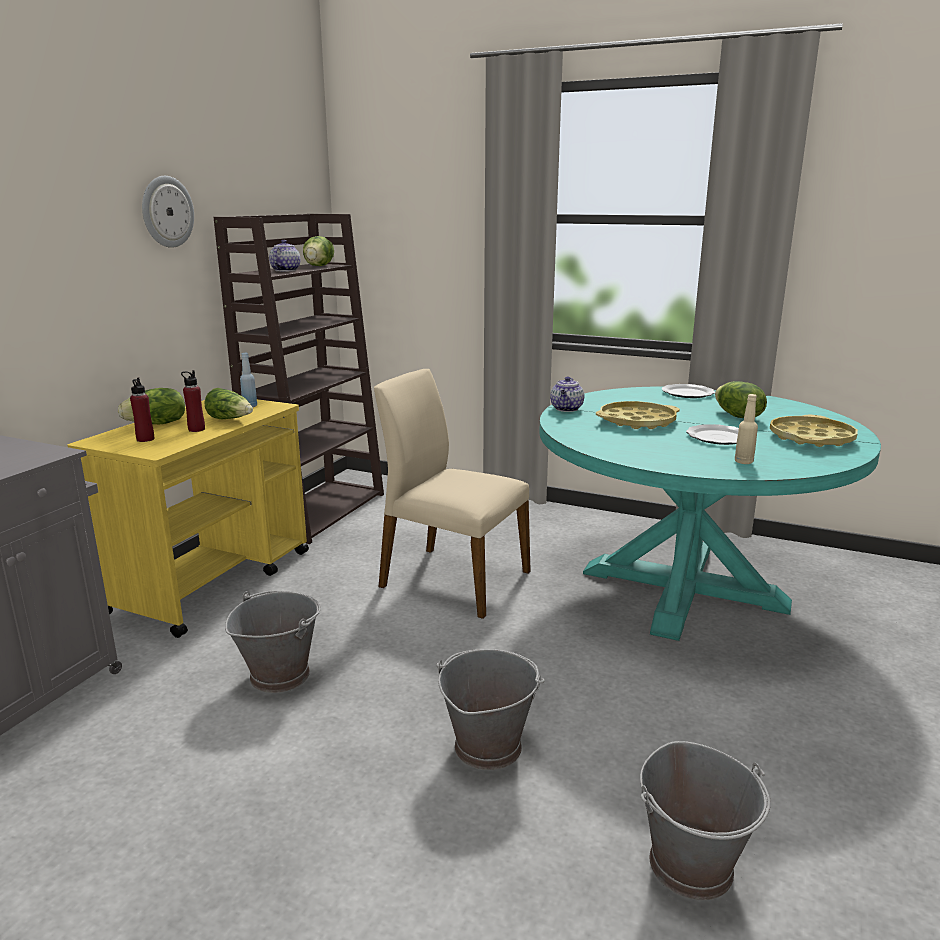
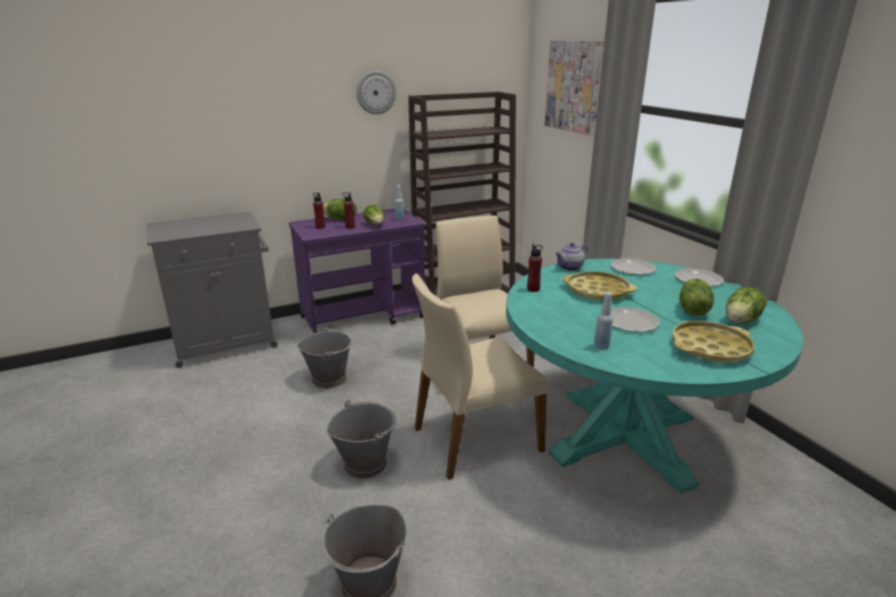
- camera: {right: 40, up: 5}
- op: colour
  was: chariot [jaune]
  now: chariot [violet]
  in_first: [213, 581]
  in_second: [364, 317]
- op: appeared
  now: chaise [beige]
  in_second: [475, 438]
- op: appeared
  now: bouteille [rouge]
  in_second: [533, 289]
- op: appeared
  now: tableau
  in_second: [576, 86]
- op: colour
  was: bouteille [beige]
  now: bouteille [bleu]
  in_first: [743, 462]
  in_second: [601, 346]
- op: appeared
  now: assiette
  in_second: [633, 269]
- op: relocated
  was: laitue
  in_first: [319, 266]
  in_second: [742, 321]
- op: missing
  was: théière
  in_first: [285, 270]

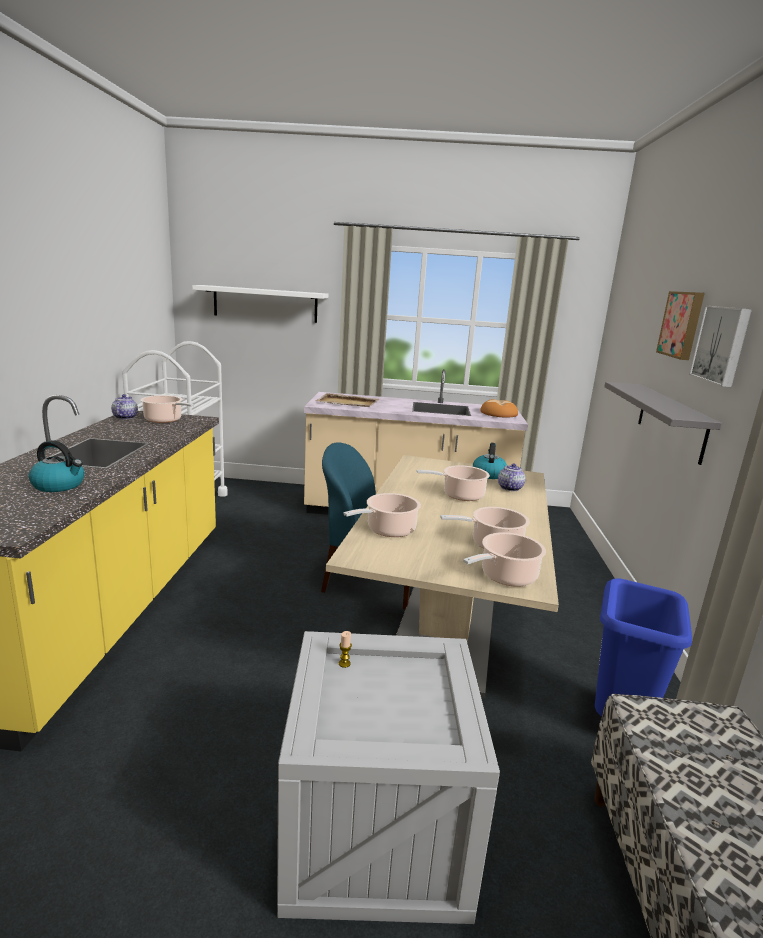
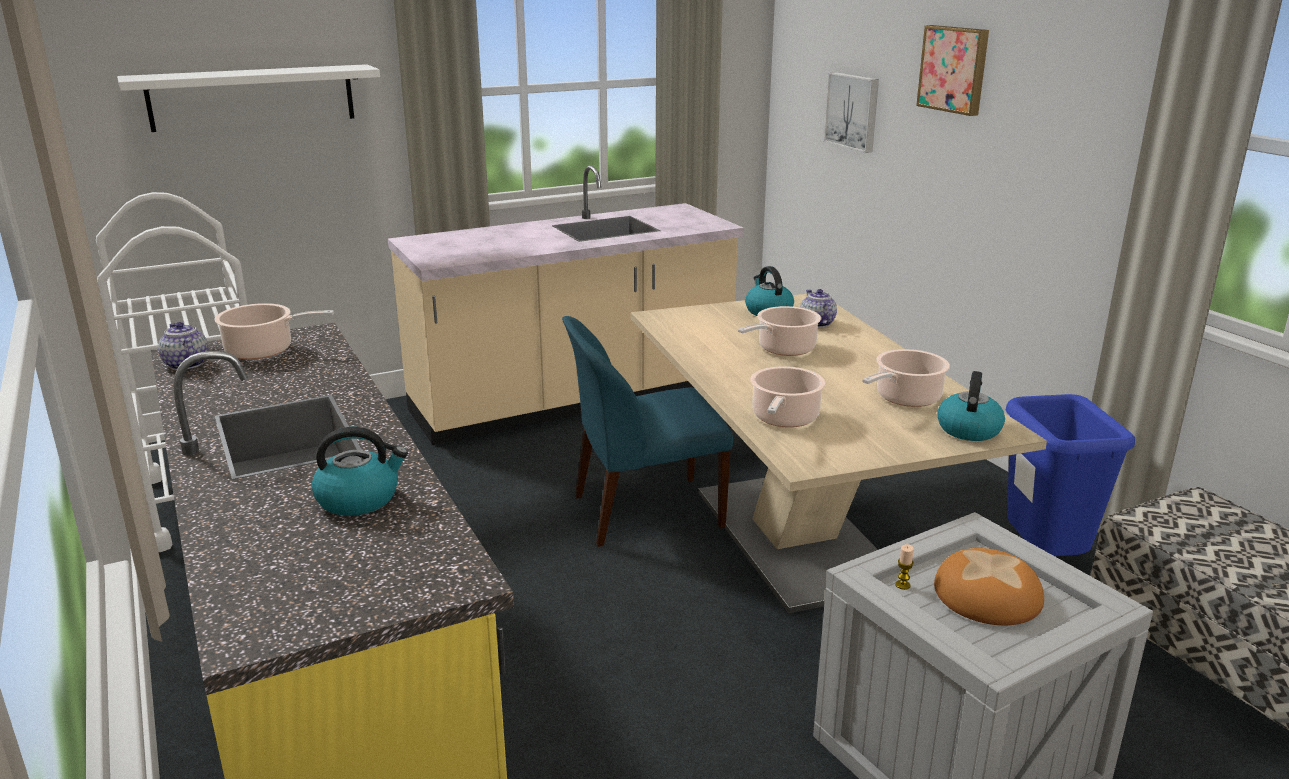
- camera: {right: -30, up: 5}
- op: relocated
  was: tableau
  in_first: [722, 345]
  in_second: [853, 111]
- op: relocated
  was: pain
  in_first: [498, 414]
  in_second: [988, 596]
- op: exchanged
  was: marmite
  now: bouilloire
  in_first: [506, 576]
  in_second: [968, 429]
- op: missing
  was: plateau [beige]
  in_first: [348, 402]
- op: missing
  was: étagère [gris]
  in_first: [671, 421]

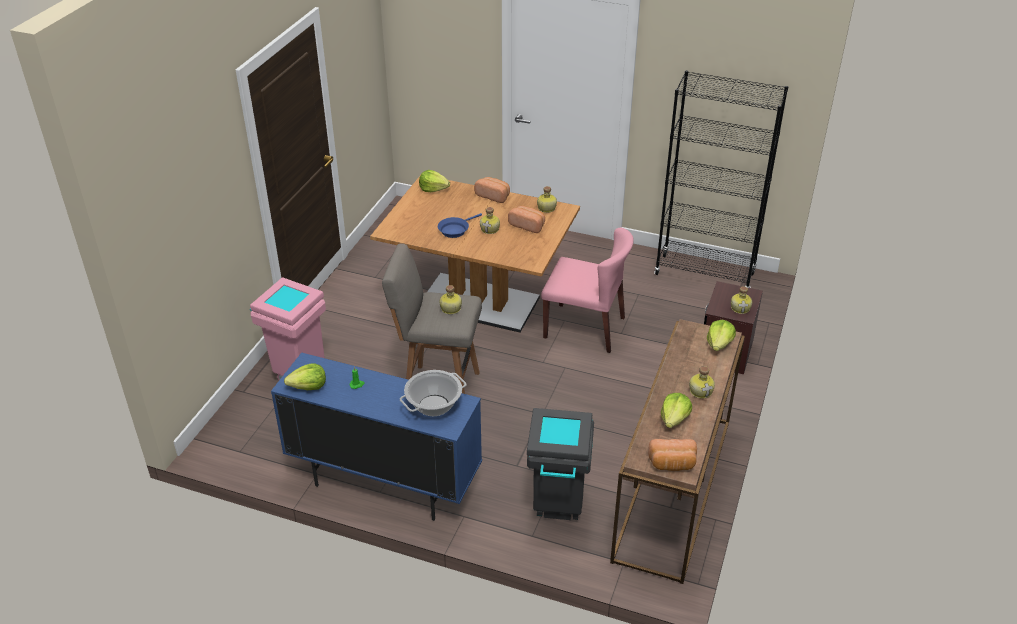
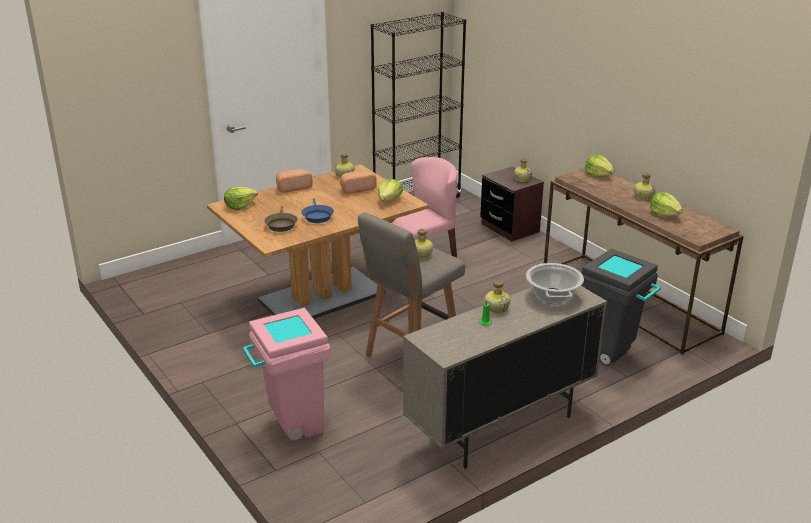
- camera: {right: -55, up: -10}
- op: appeared
  now: poêle [marron]
  in_second: [281, 224]
- op: relocated
  was: laitue
  in_first: [308, 387]
  in_second: [389, 200]
- op: colour
  was: meuble de rangement [bleu]
  now: meuble de rangement [beige]
  in_first: [384, 484]
  in_second: [500, 427]
- op: relocated
  was: bouteille
  in_first: [490, 229]
  in_second: [497, 308]
- op: missing
  was: pain
  in_first: [672, 464]

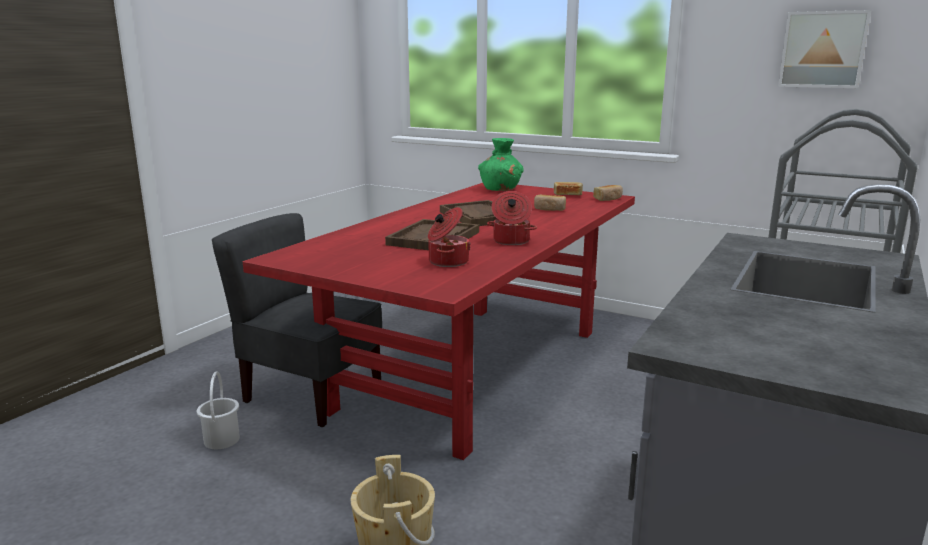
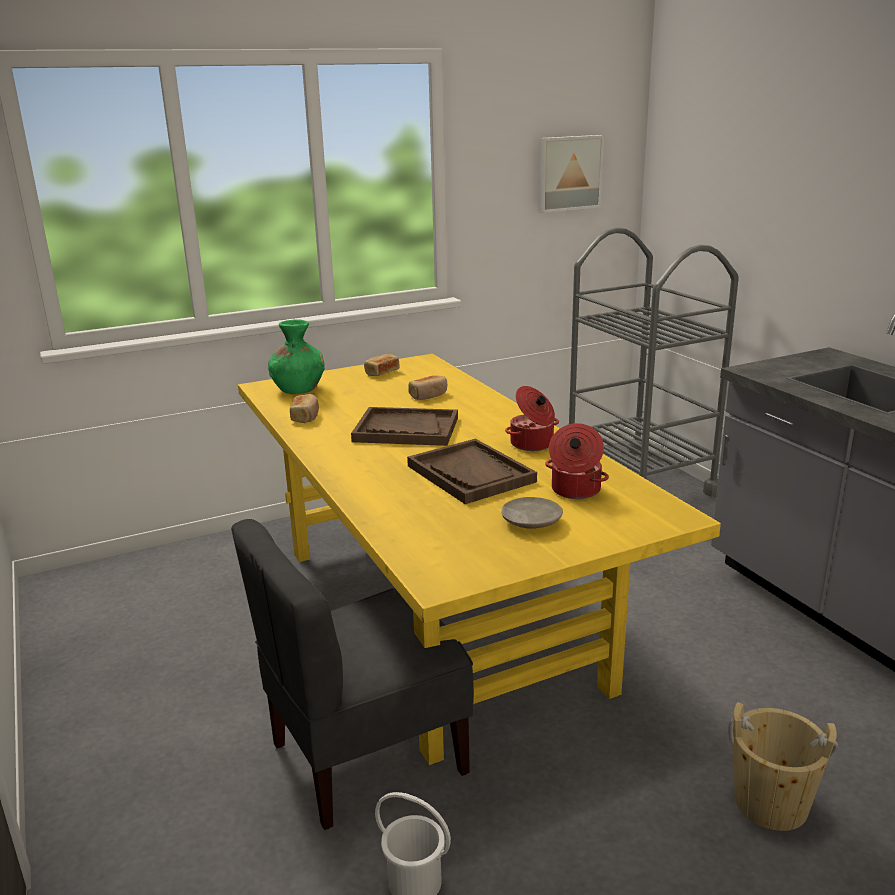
- camera: {right: -55, up: 5}
- op: colour
  was: table à manger [rouge]
  now: table à manger [jaune]
  in_first: [474, 367]
  in_second: [433, 613]
- op: relocated
  was: pain
  in_first: [608, 199]
  in_second: [306, 417]
- op: appeared
  now: assiette [beige]
  in_second: [531, 521]

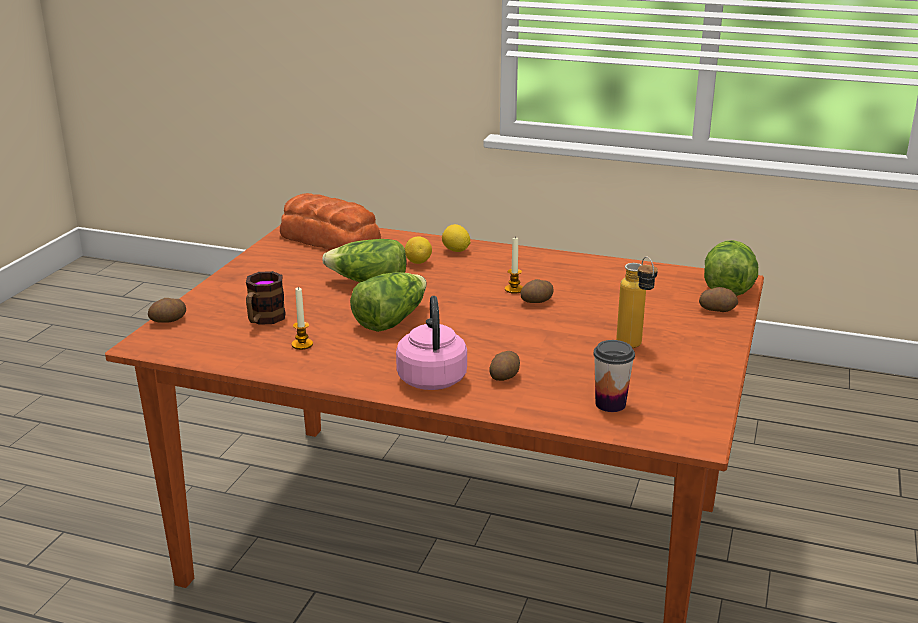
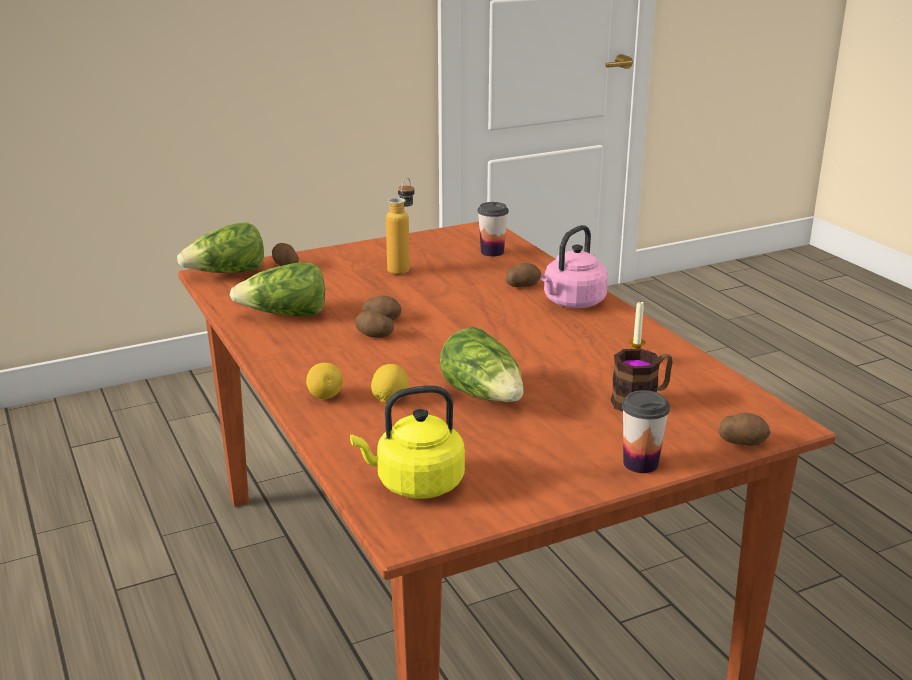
- camera: {right: -135, up: 0}
- op: relocated
  was: laitue
  in_first: [390, 320]
  in_second: [285, 315]
- op: exchanged
  was: pain
  now: bouilloire [jaune]
  in_first: [329, 239]
  in_second: [415, 484]
- op: exchanged
  was: bougie
  now: pomme de terre
  in_first: [514, 289]
  in_second: [374, 335]
- op: appeared
  now: tasse
  in_second: [640, 463]

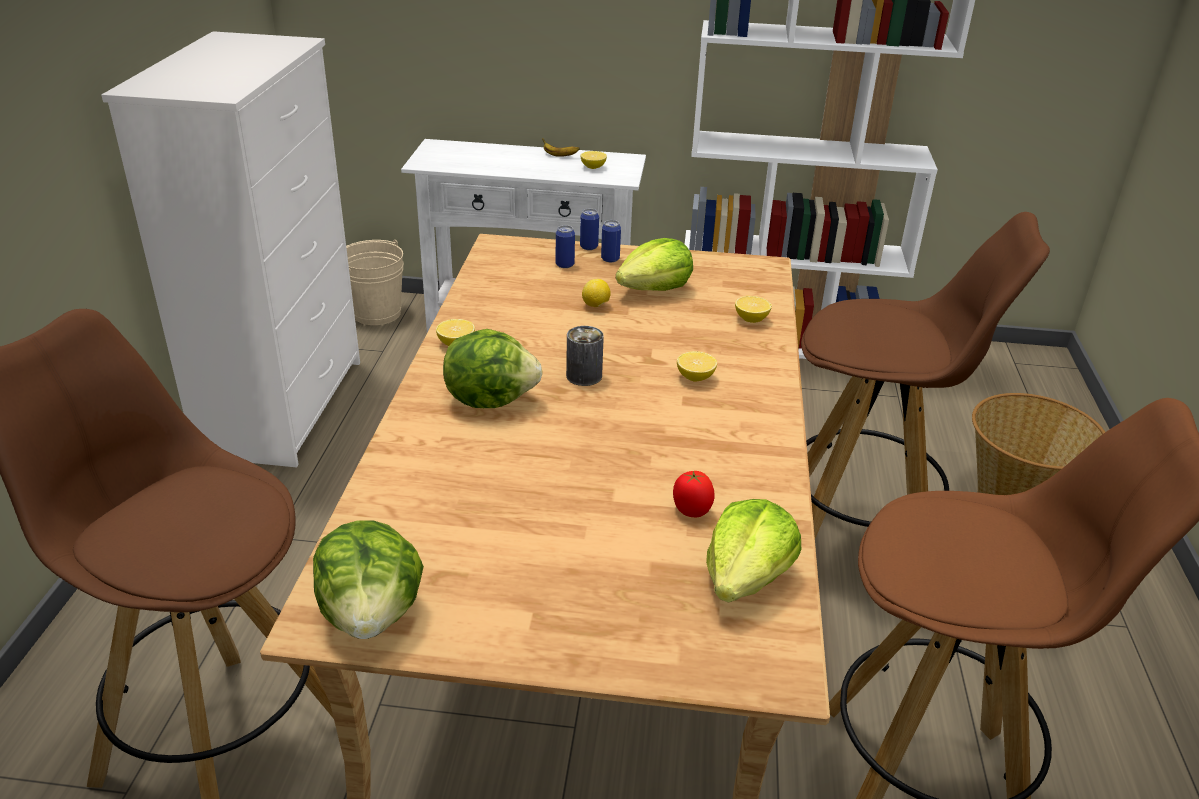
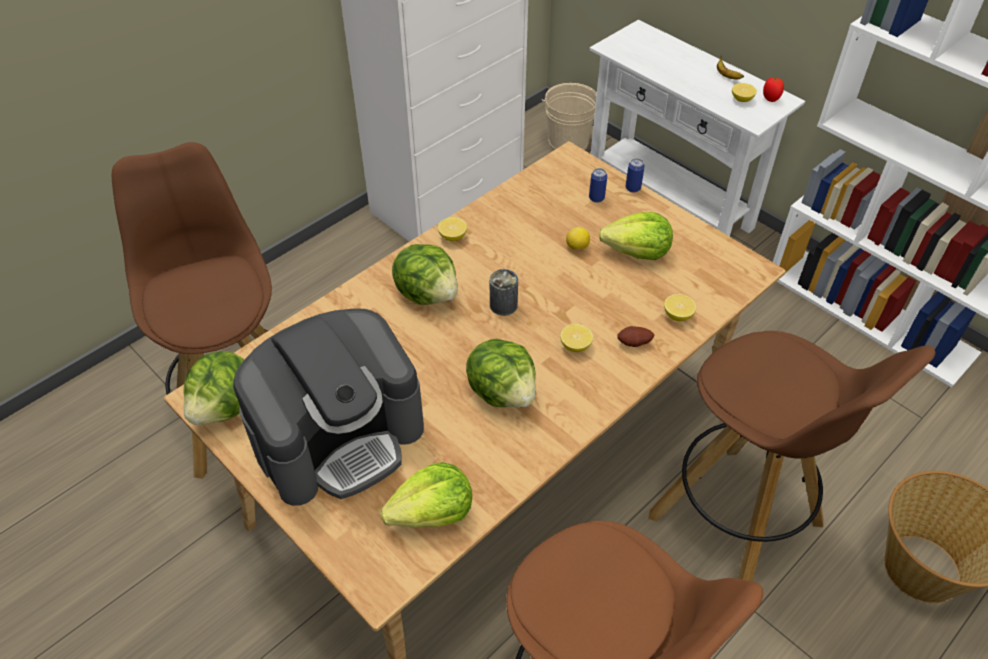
- camera: {right: 40, up: 15}
- op: appeared
  now: machine à café
  in_second: [339, 436]
- op: appeared
  now: laitue
  in_second: [503, 392]
- op: appeared
  now: pomme de terre
  in_second: [634, 344]
- op: relocated
  was: tomate
  in_first: [691, 511]
  in_second: [770, 99]
- op: missing
  was: boîte métallique
  in_first: [610, 259]

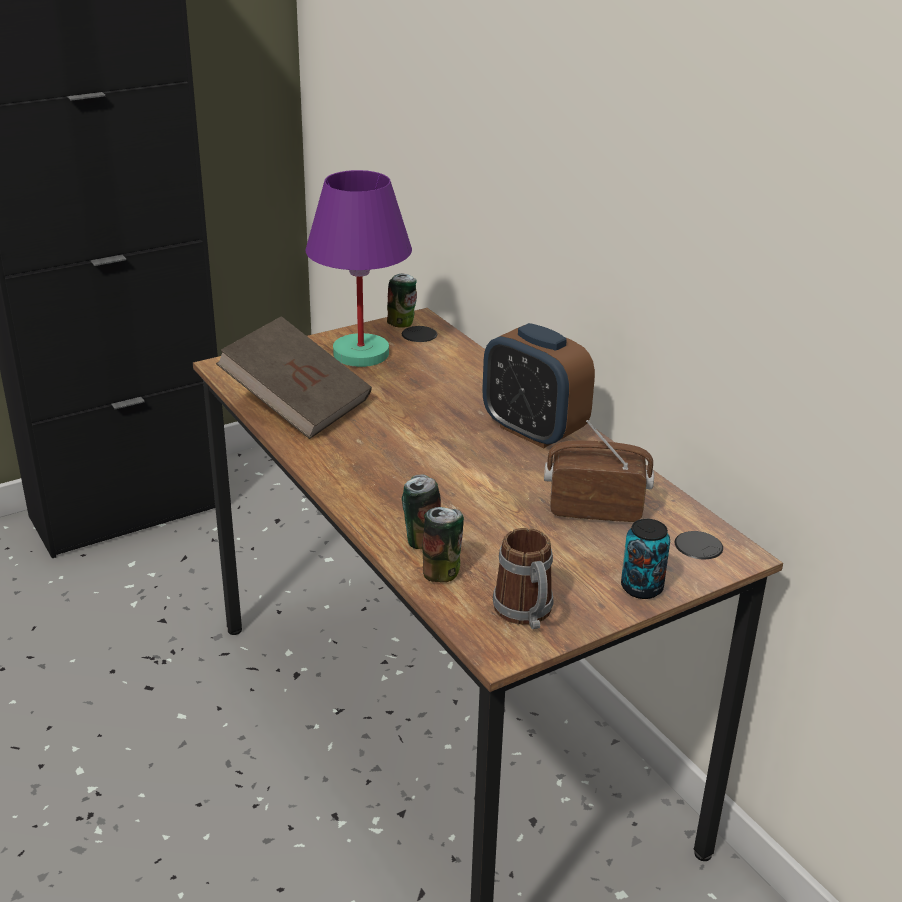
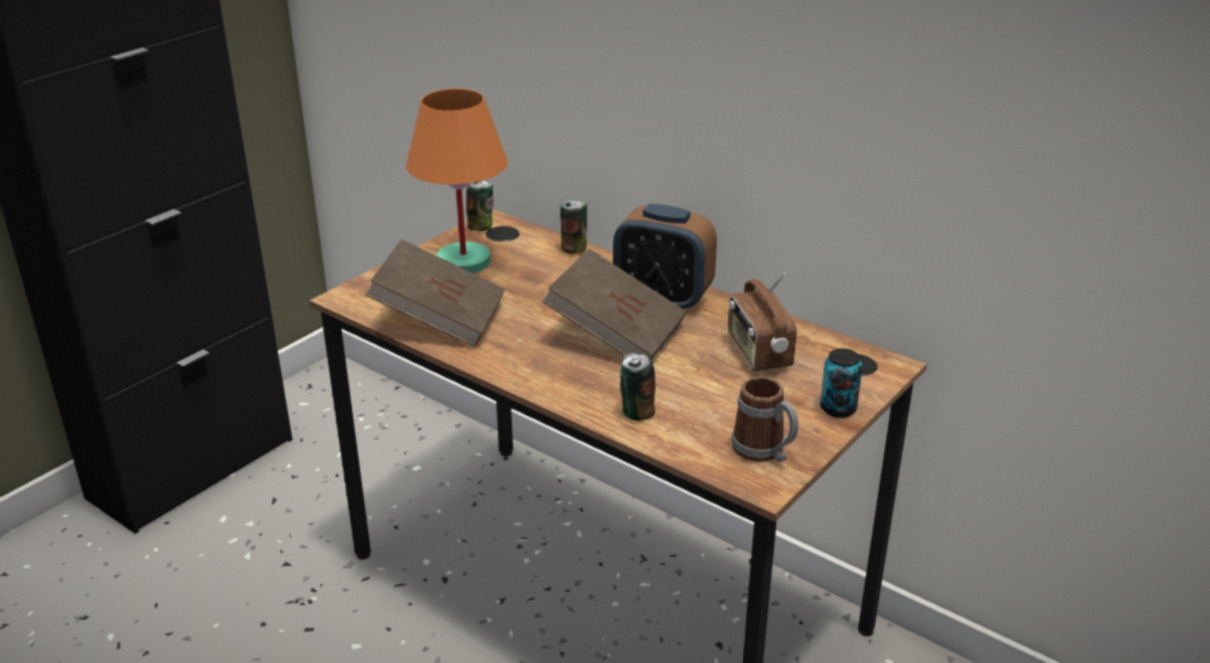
- camera: {right: -20, up: 0}
- op: colour
  was: lampe de table [violet]
  now: lampe de table [orange]
  in_first: [360, 353]
  in_second: [462, 261]
- op: appeared
  now: livre [marron]
  in_second: [616, 334]
- op: relocated
  was: boîte métallique
  in_first: [442, 573]
  in_second: [574, 249]
- op: spun
  was: radio
  in_first: [595, 508]
  in_second: [758, 353]
  clockwise: -90

